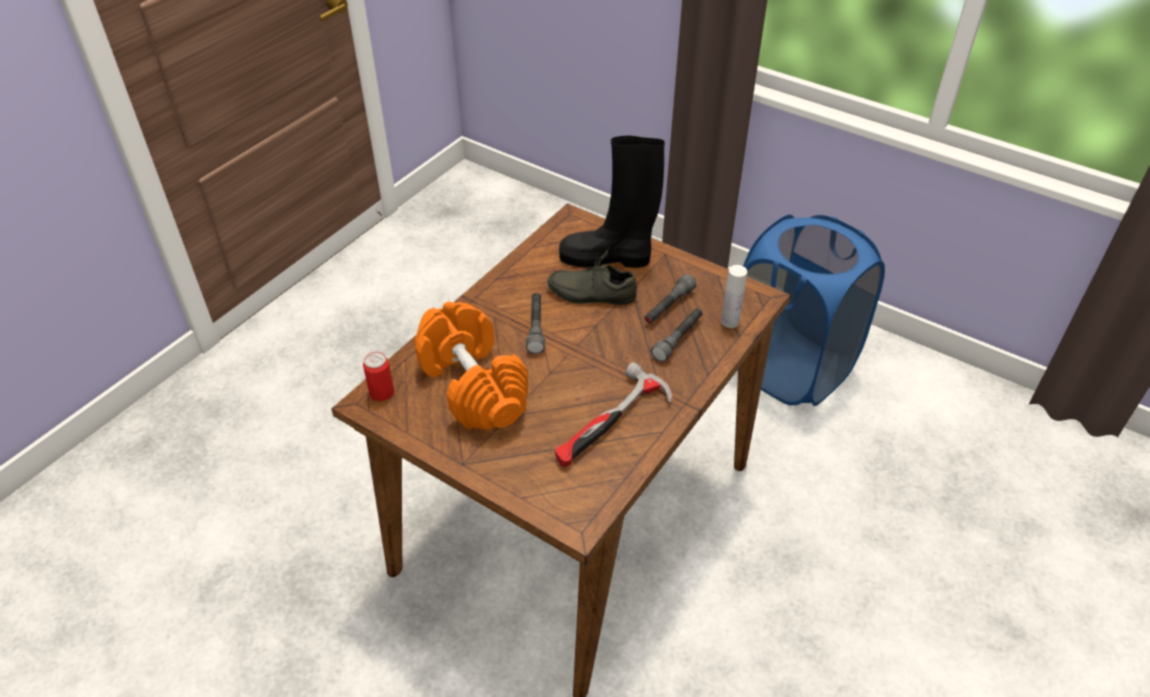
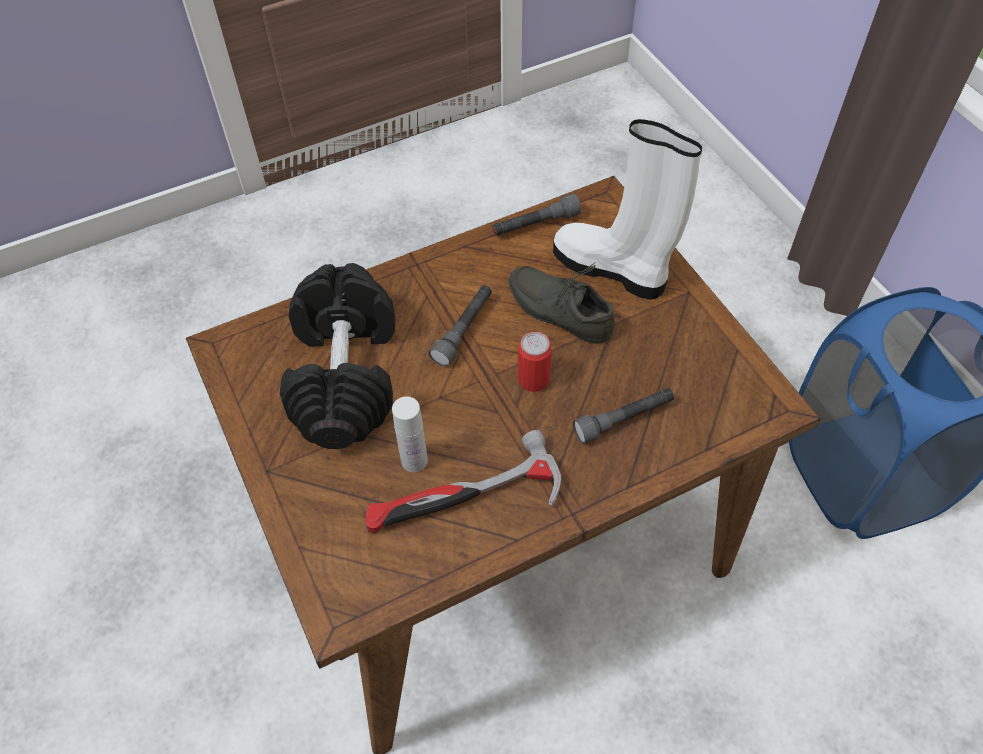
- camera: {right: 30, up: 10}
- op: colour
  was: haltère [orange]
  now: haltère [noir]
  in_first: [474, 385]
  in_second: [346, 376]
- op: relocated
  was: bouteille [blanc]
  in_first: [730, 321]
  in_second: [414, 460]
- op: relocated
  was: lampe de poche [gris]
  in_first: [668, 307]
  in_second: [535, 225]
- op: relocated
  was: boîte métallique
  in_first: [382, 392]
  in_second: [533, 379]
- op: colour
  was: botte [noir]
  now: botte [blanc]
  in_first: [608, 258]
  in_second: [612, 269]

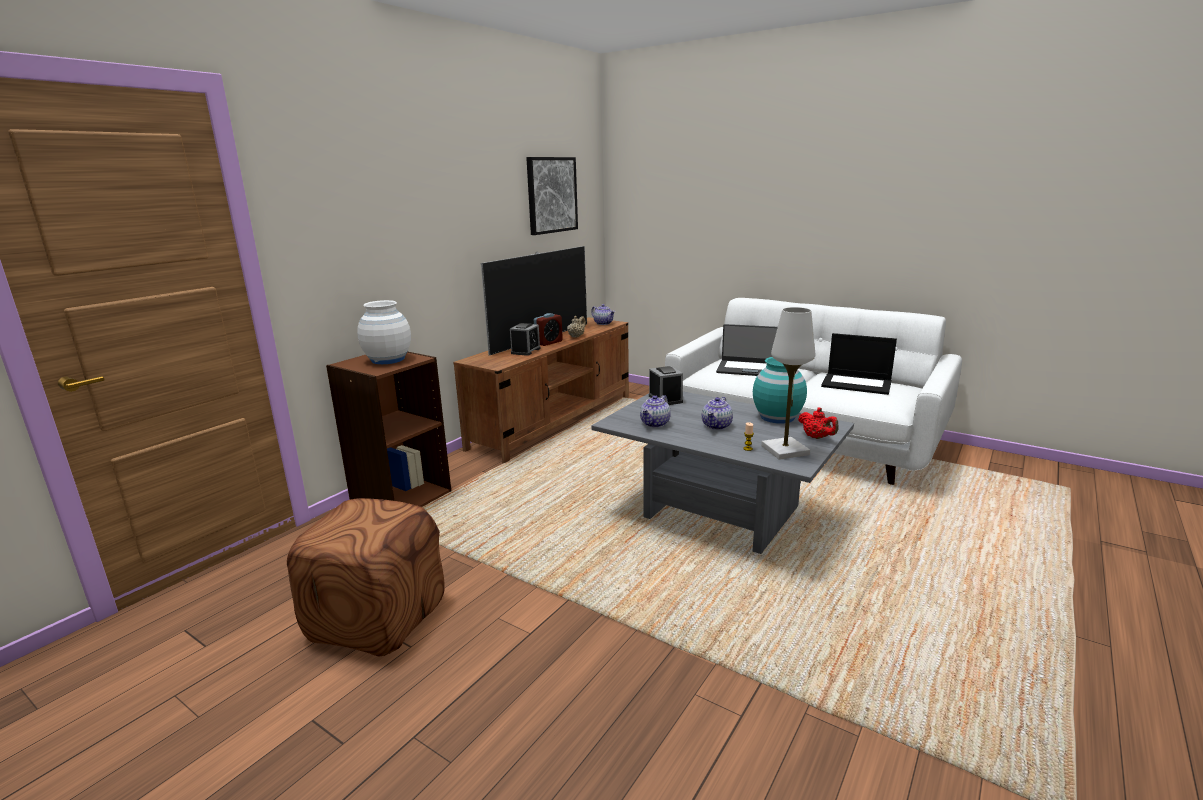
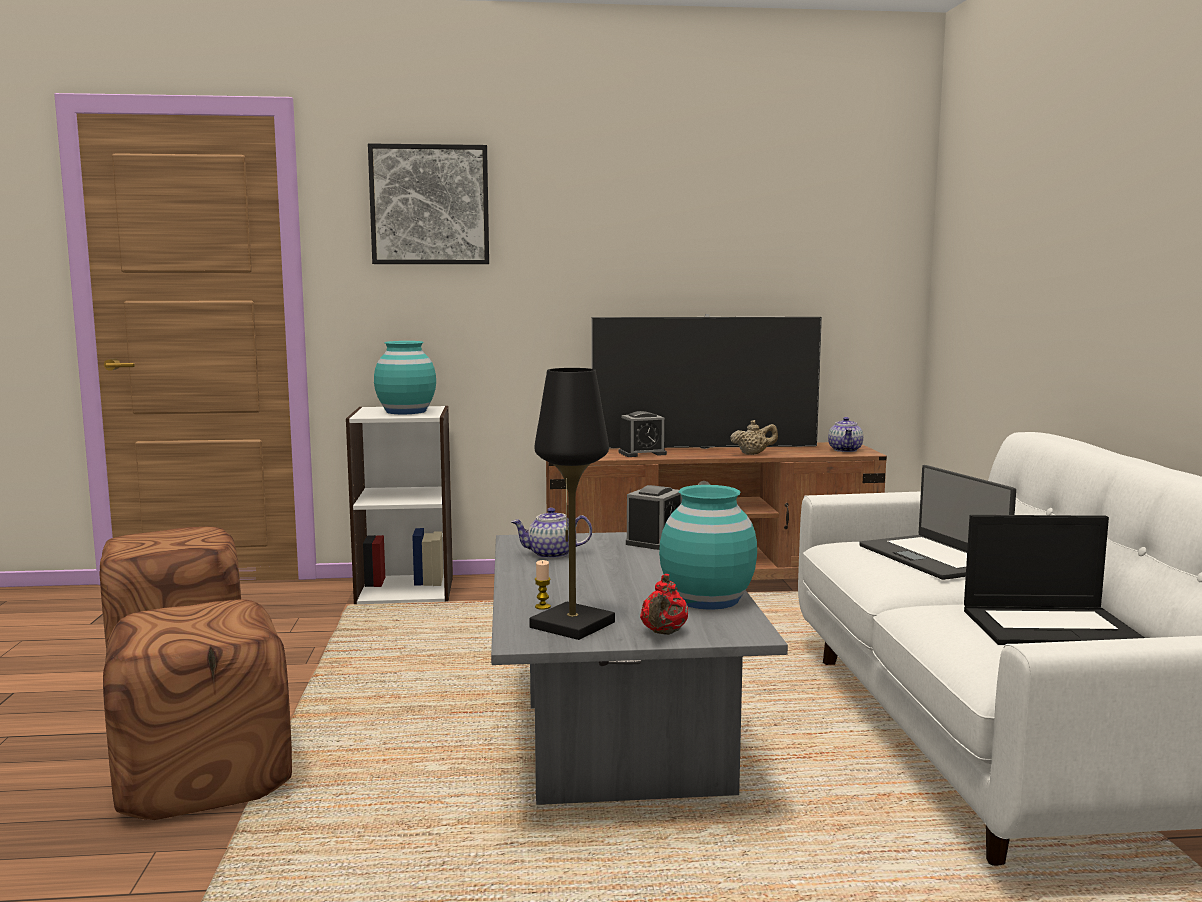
- camera: {right: 50, up: -10}
- op: appeared
  now: pouf [marron]
  in_second: [205, 777]
- op: colour
  was: bibliothèque [marron]
  now: bibliothèque [blanc]
  in_first: [400, 496]
  in_second: [406, 589]
- op: relocated
  was: tableau
  in_first: [551, 195]
  in_second: [430, 205]
- op: colour
  was: vase [blanc]
  now: vase [turquoise]
  in_first: [387, 359]
  in_second: [405, 411]
- op: colour
  was: lampe de table [blanc]
  now: lampe de table [noir]
  in_first: [785, 450]
  in_second: [572, 625]
- op: spun
  was: ordinateur portable
  in_first: [857, 384]
  in_second: [1051, 626]
  clockwise: -75
- op: missing
  was: réveil
  in_first: [548, 342]
- op: missing
  was: théière
  in_first: [717, 426]

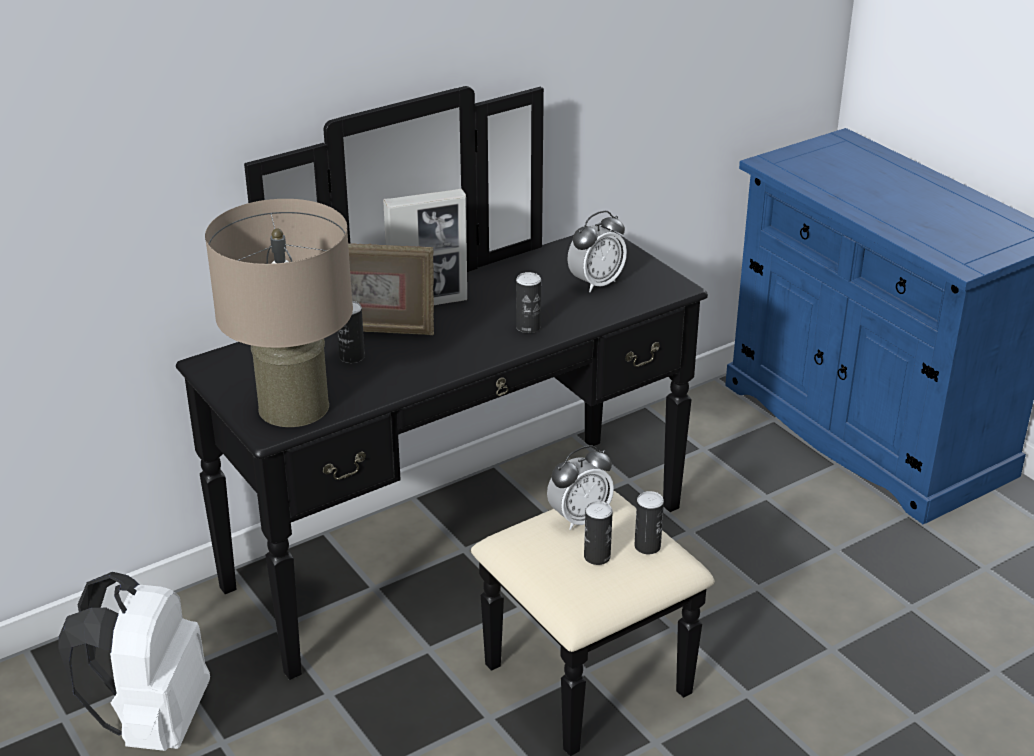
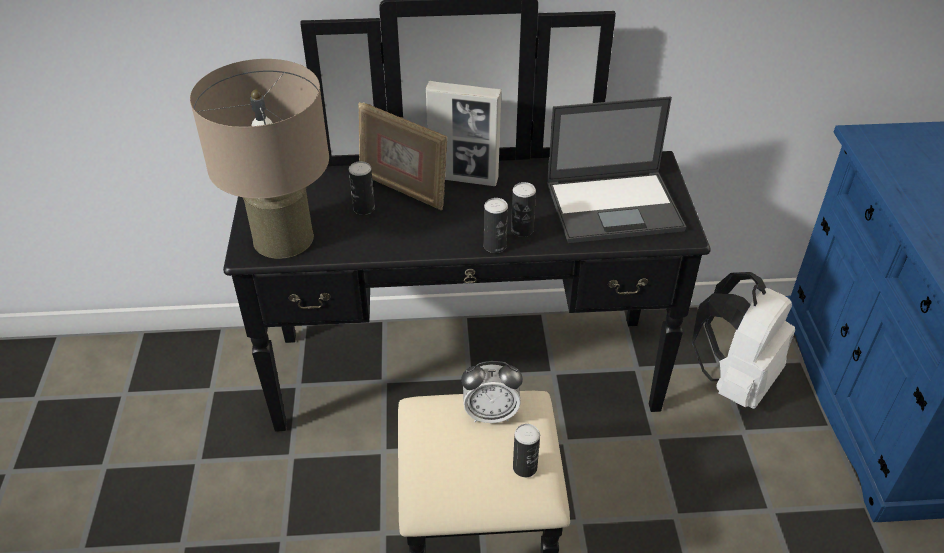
- camera: {right: 30, up: 10}
- op: relocated
  was: boîte métallique
  in_first: [597, 557]
  in_second: [495, 246]
- op: exchanged
  was: réveil
  now: ordinateur portable
  in_first: [596, 283]
  in_second: [615, 206]
- op: relocated
  was: sac à dos [blanc]
  in_first: [152, 722]
  in_second: [735, 380]

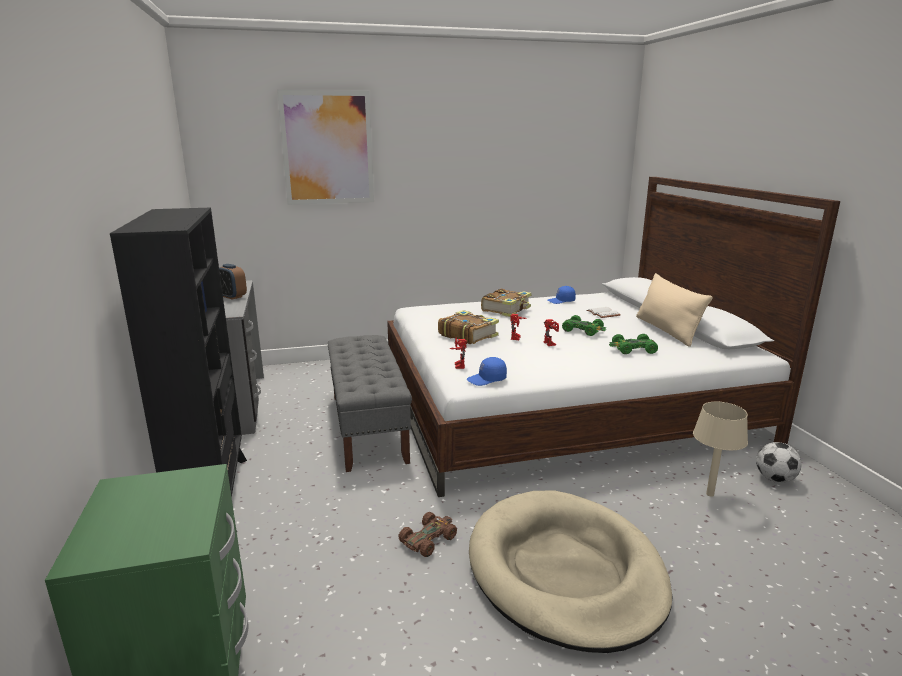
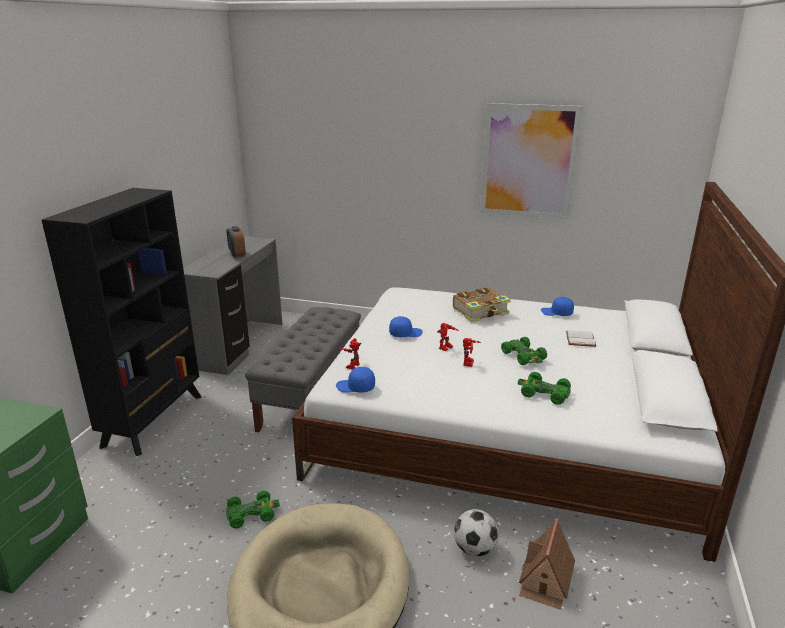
- camera: {right: 30, up: 5}
- op: colour
  was: petite voiture [marron]
  now: petite voiture [vert]
  in_first: [428, 539]
  in_second: [252, 514]
- op: exchanged
  was: livre
  now: casquette [bleu]
  in_first: [467, 335]
  in_second: [405, 333]
- op: relocated
  was: ballon de foot
  in_first: [774, 479]
  in_second: [474, 549]
- op: relocated
  was: tableau
  in_first: [327, 148]
  in_second: [528, 161]
- op: exchanged
  was: lampe de table [beige]
  now: maison miniature
  in_first: [710, 494]
  in_second: [546, 578]
- op: missing
  was: coussin [beige]
  in_first: [666, 330]

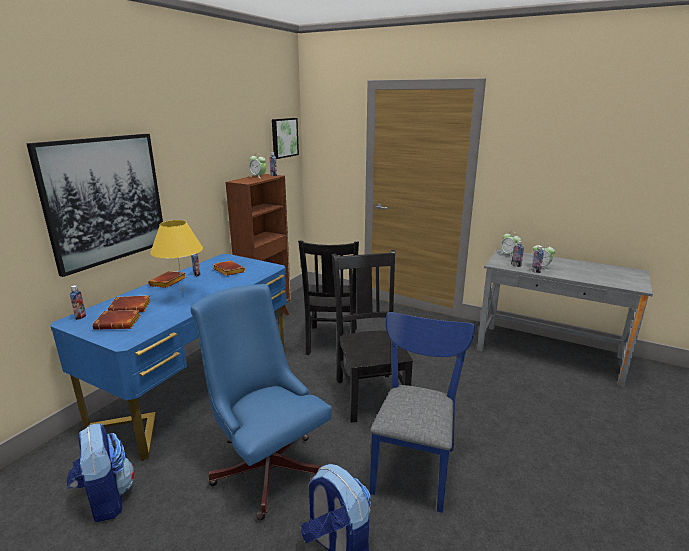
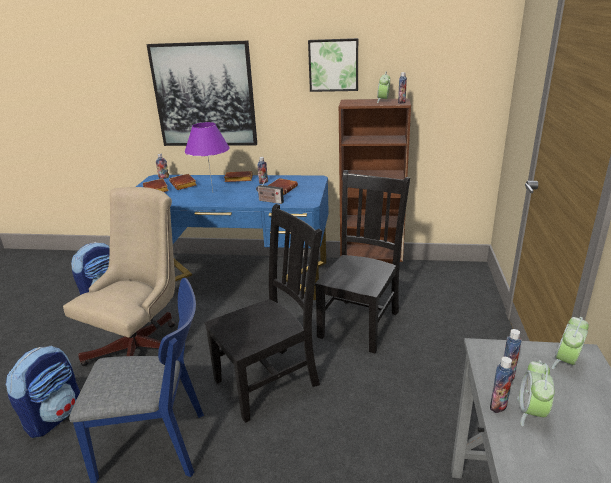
- camera: {right: 70, up: 5}
- op: colour
  was: chaise de bureau [bleu]
  now: chaise de bureau [beige]
  in_first: [267, 465]
  in_second: [143, 348]
- op: colour
  was: lampe de table [jaune]
  now: lampe de table [violet]
  in_first: [183, 296]
  in_second: [213, 192]
- op: appeared
  now: radio
  in_second: [269, 201]
- op: relocated
  was: tableau
  in_first: [283, 137]
  in_second: [333, 65]
- op: spun
  was: chaise [noir]
  in_first: [332, 342]
  in_second: [360, 322]
  clockwise: 135

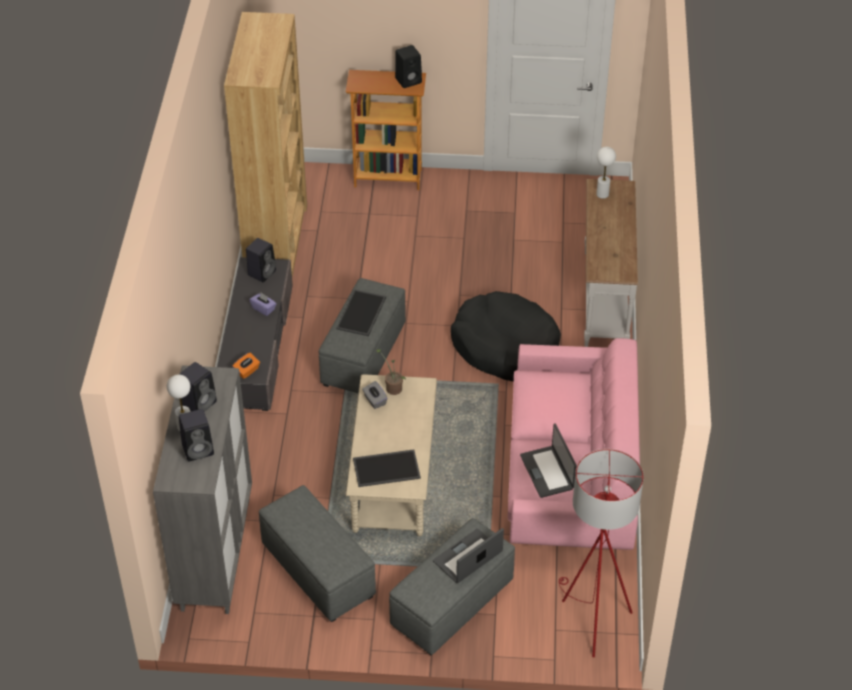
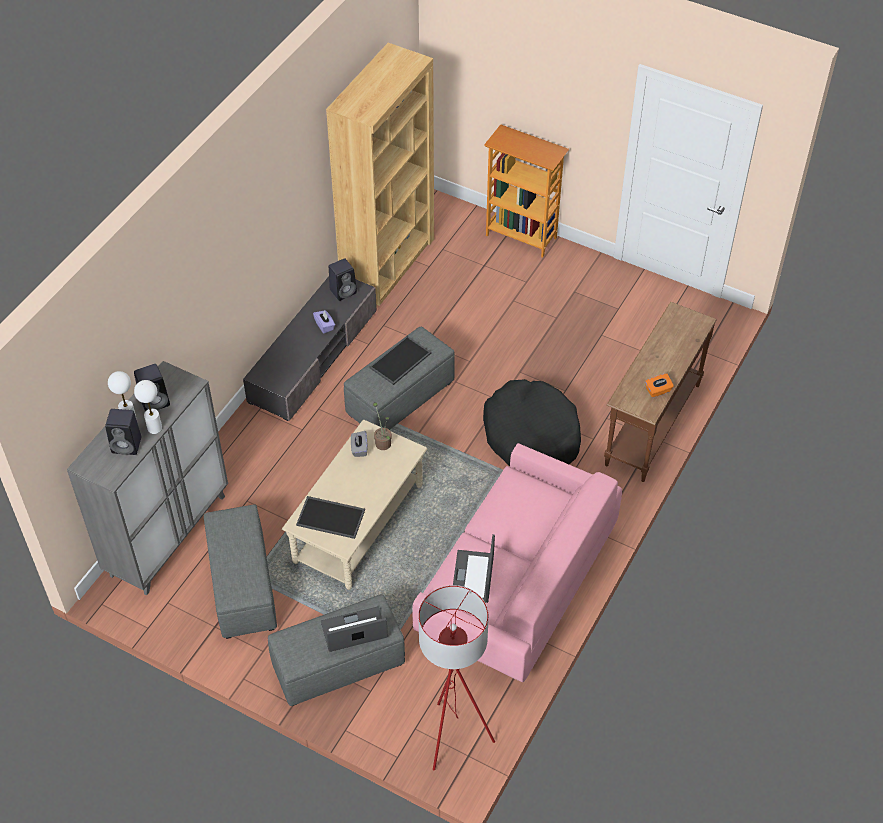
- camera: {right: 25, up: 5}
- op: relocated
  was: lampe de table [blanc]
  in_first: [602, 194]
  in_second: [154, 428]
- op: colour
  was: table console [blanc]
  now: table console [marron]
  in_first: [603, 300]
  in_second: [651, 424]
- op: relocated
  was: boîte à mouchoirs [orange]
  in_first: [247, 371]
  in_second: [658, 391]
- op: missing
  was: enceinte [noir]
  in_first: [409, 80]

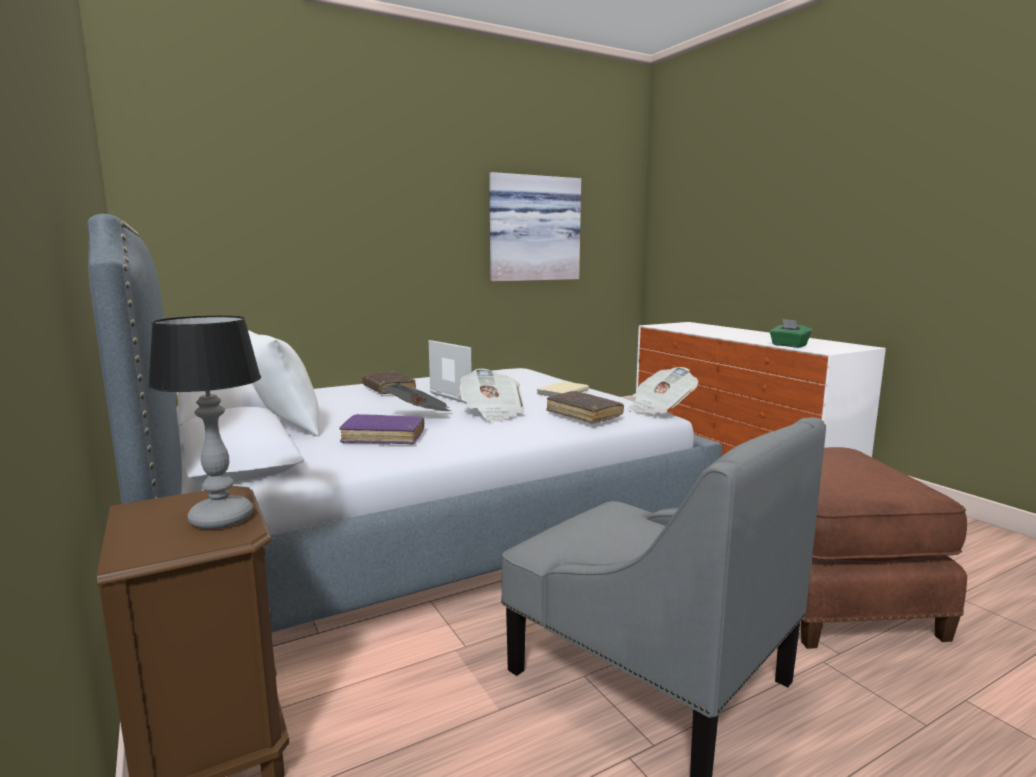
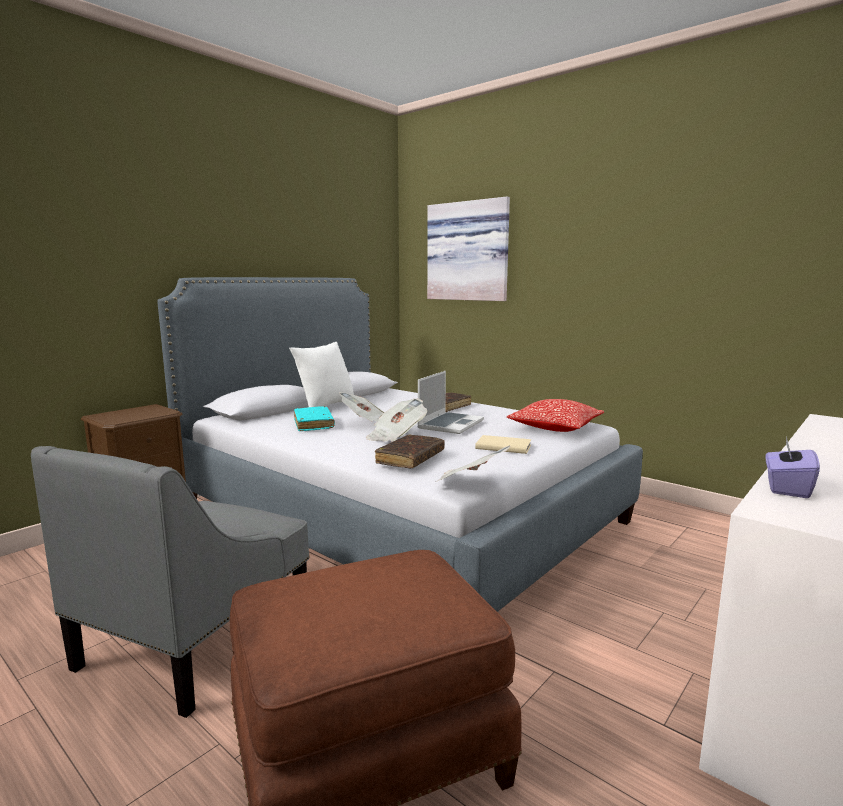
- camera: {right: 70, up: 0}
- op: colour
  was: livre [violet]
  now: livre [turquoise]
  in_first: [383, 437]
  in_second: [313, 424]
- op: relocated
  was: tableau
  in_first: [533, 229]
  in_second: [469, 251]
- op: appeared
  now: coussin
  in_second: [555, 428]
- op: colour
  was: boîte à mouchoirs [vert]
  now: boîte à mouchoirs [violet]
  in_first: [788, 345]
  in_second: [786, 488]
- op: missing
  was: lampe de table
  in_first: [220, 518]

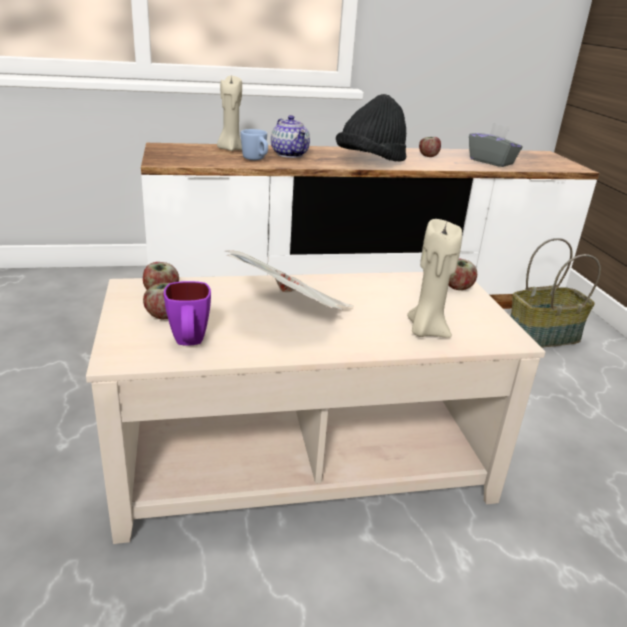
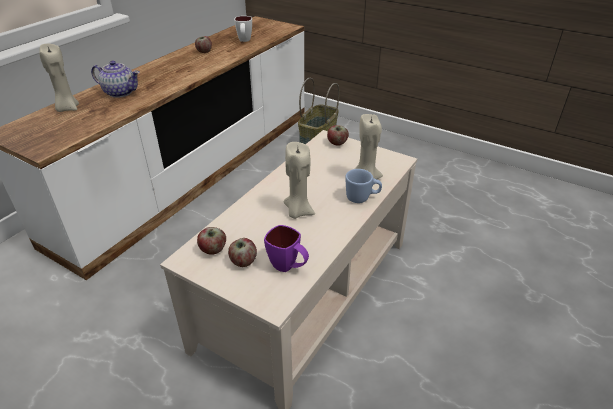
- camera: {right: -45, up: 10}
- op: exchanged
  was: boîte à mouchoirs [gris]
  now: mug [blanc]
  in_first: [491, 162]
  in_second: [244, 41]
- op: exchanged
  was: journal
  now: bougie [beige]
  in_first: [290, 312]
  in_second: [298, 211]
- op: relocated
  was: mug [bleu]
  in_first: [256, 159]
  in_second: [362, 198]
- op: missing
  was: chapeau [noir]
  in_first: [370, 162]

